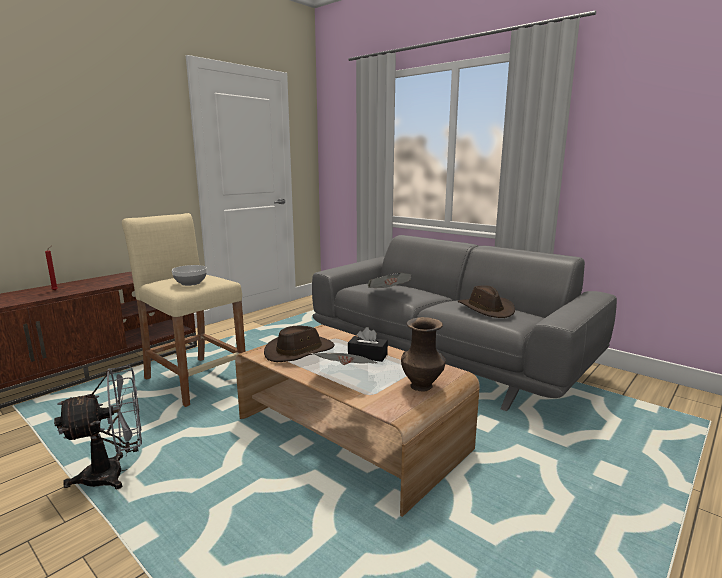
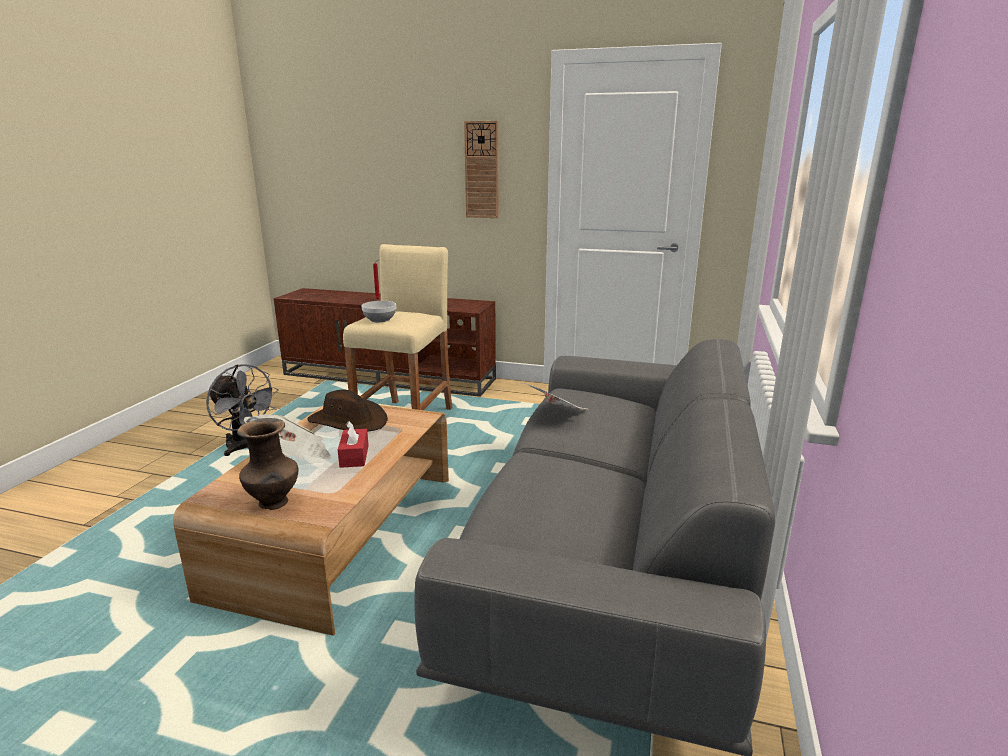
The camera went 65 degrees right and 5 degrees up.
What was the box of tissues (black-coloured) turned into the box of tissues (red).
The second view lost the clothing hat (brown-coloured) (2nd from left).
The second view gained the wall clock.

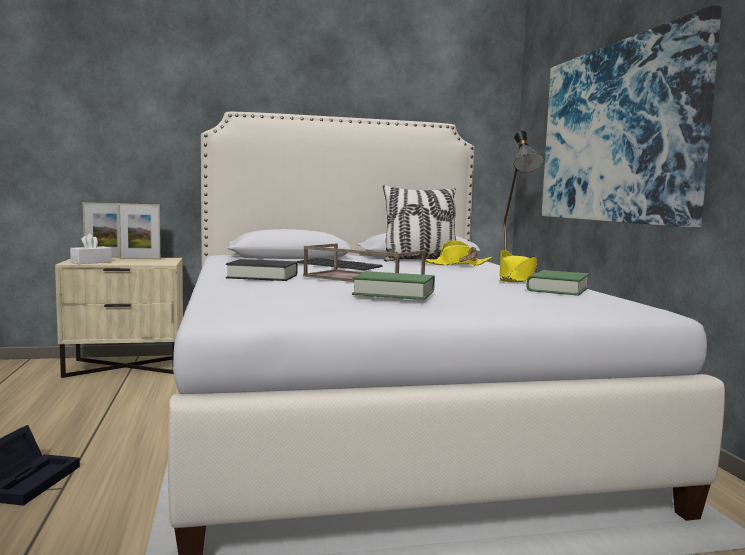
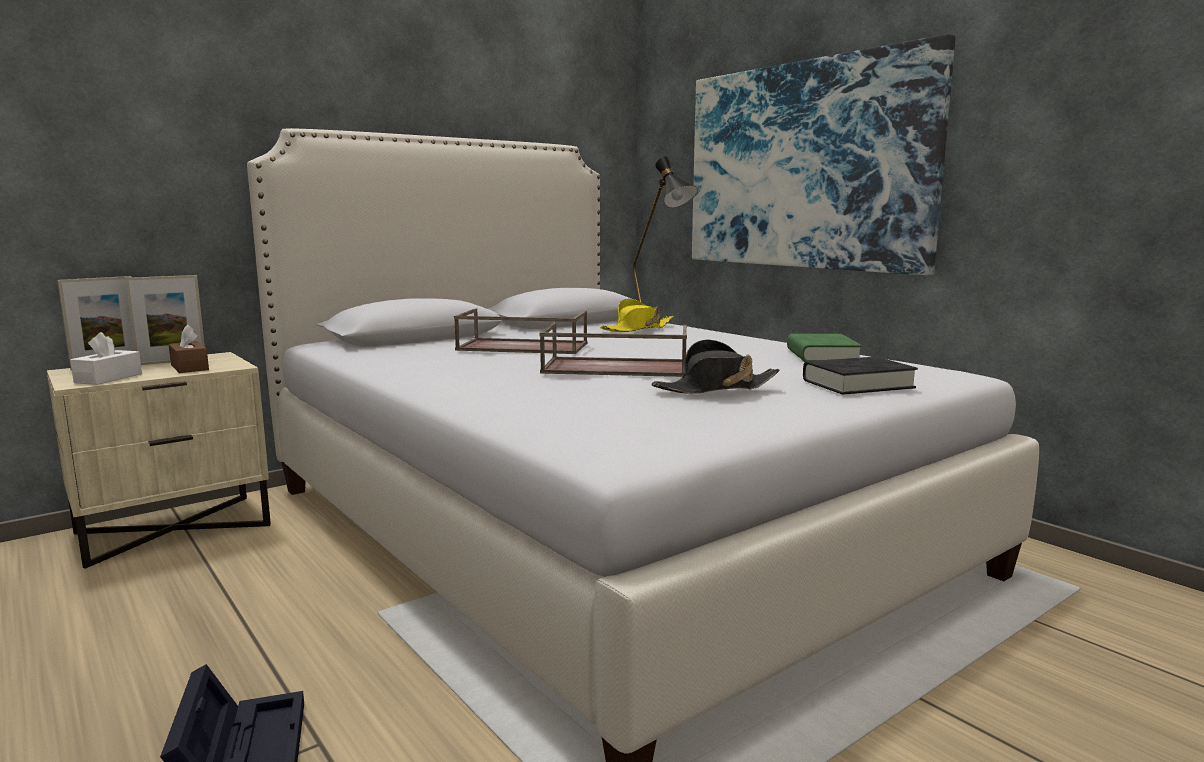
The camera went 25 degrees left and 5 degrees up.
The book (black-coloured) ended up elsewhere.
Where the computer keyboard stood, the carrying tray (brown-coloured) (1st from left) came to stand.
Where the book (green-coloured) (1st from left) stood, the clothing hat (black-coloured) came to stand.
The second view lost the pillow.
The second view lost the clothing hat (yellow) (2nd from left).
The second view gained the box of tissues (brown-coloured).

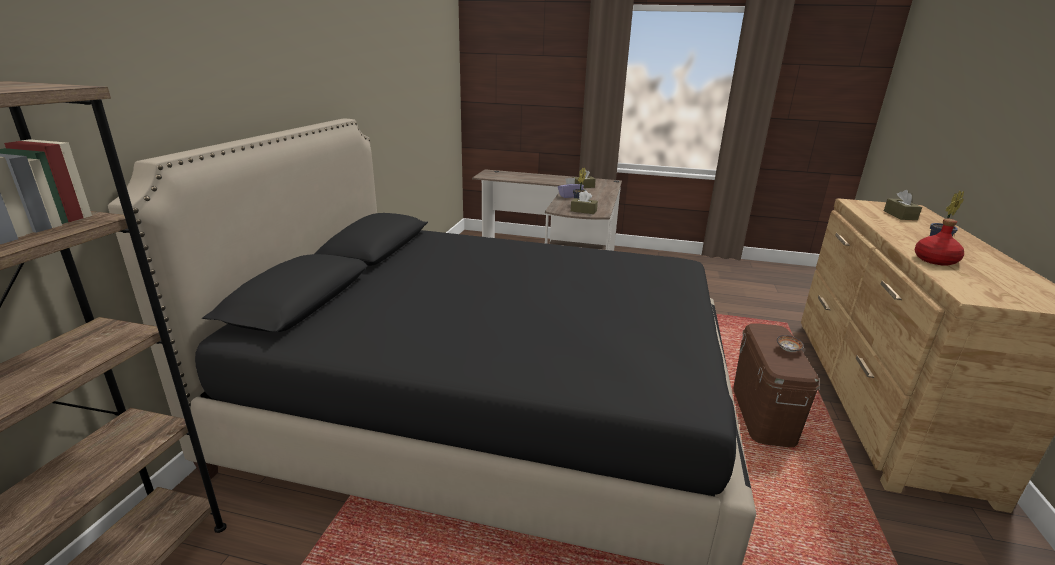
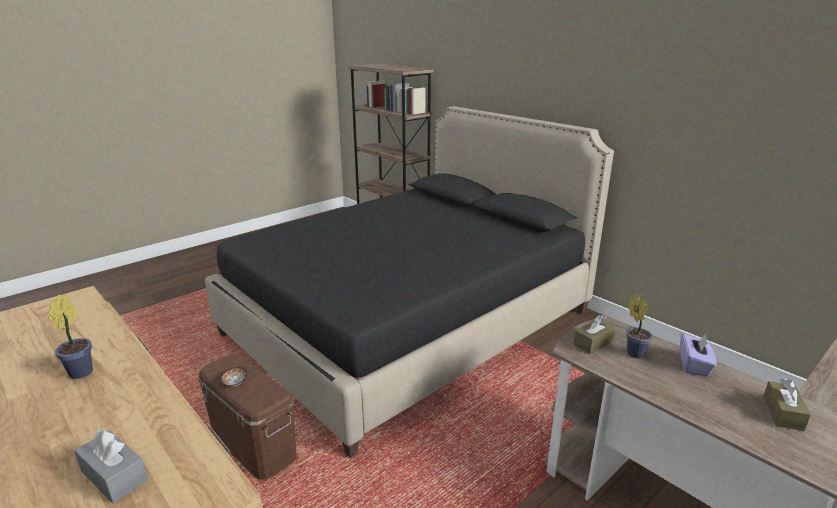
The camera went 125 degrees right and 0 degrees up.
What was the box of tissues (brown-coloured) (3rd from left) turned into the box of tissues (gray).
The second view lost the drink bottle (red).

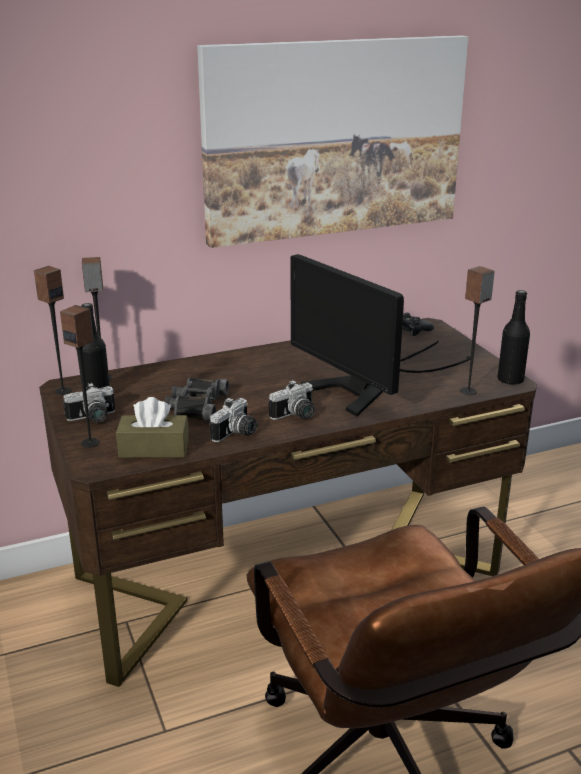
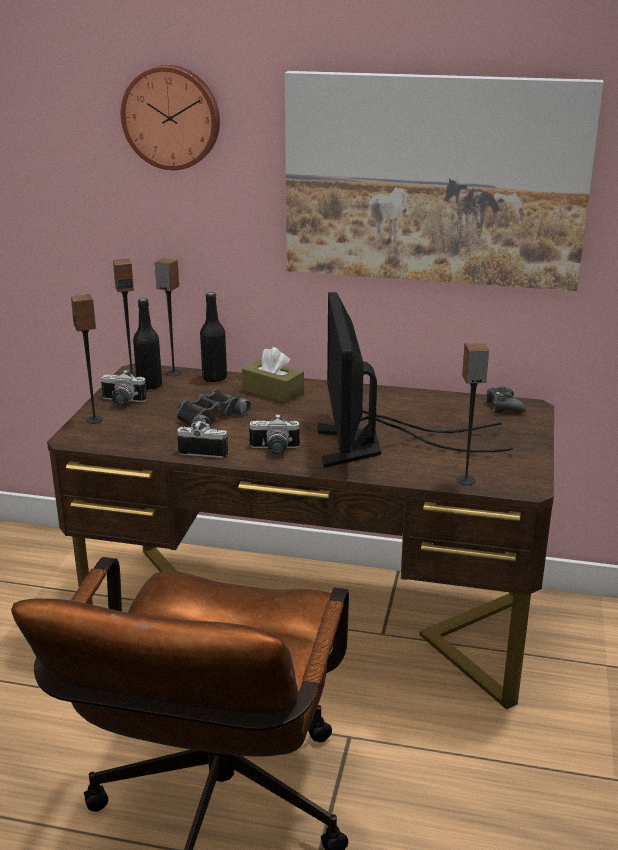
The camera went 35 degrees right and 0 degrees up.
The box of tissues (brown-coloured) ended up elsewhere.
The photo camera (2nd from left) ended up facing another way, 150 degrees counterclockwise from before.
The drink bottle (black-coloured) (2nd from left) ended up elsewhere.
The second view gained the wall clock.

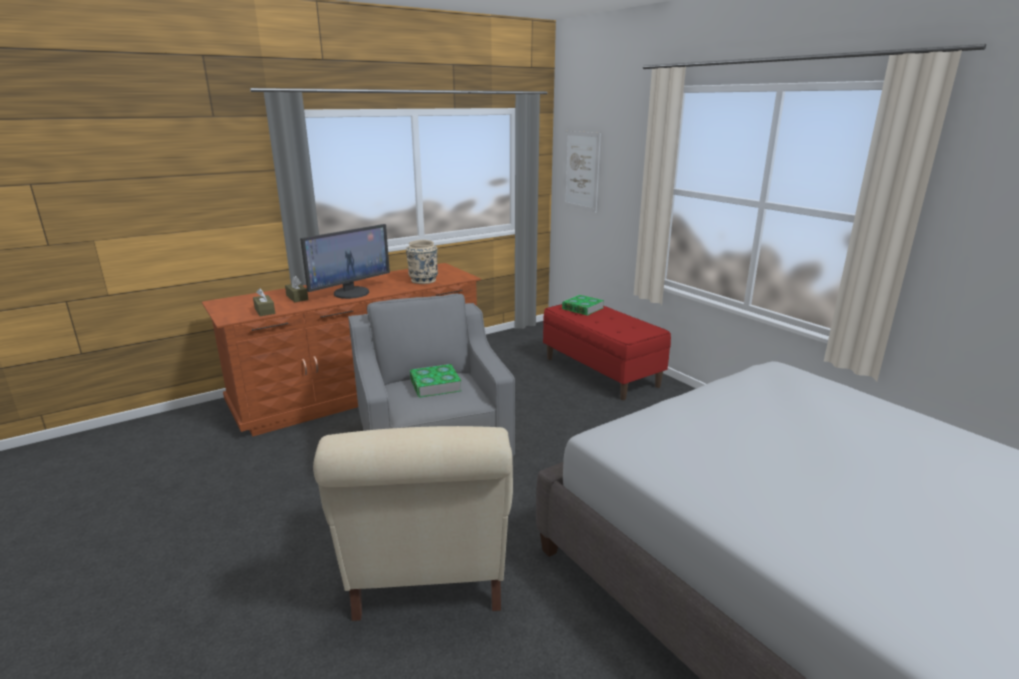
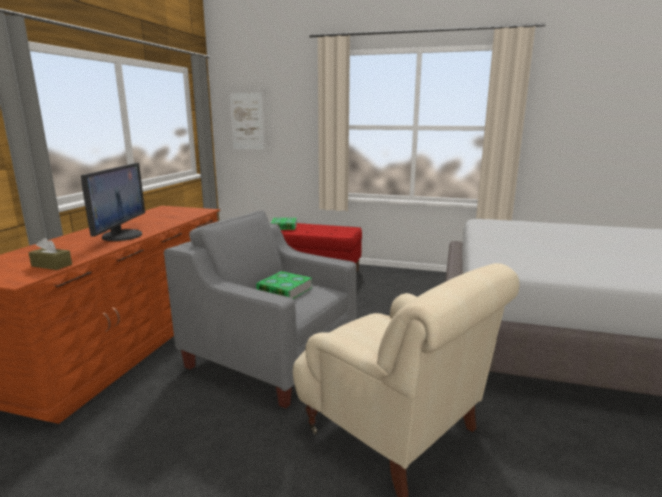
The camera went 40 degrees left and 5 degrees down.
The second view lost the box of tissues (brown-coloured) (2nd from left).
The second view lost the vase (beige-coloured).

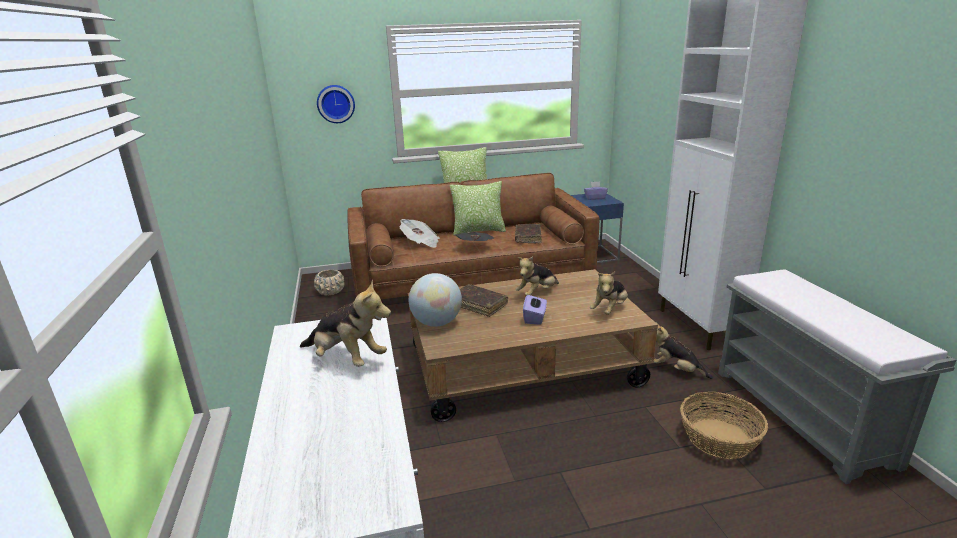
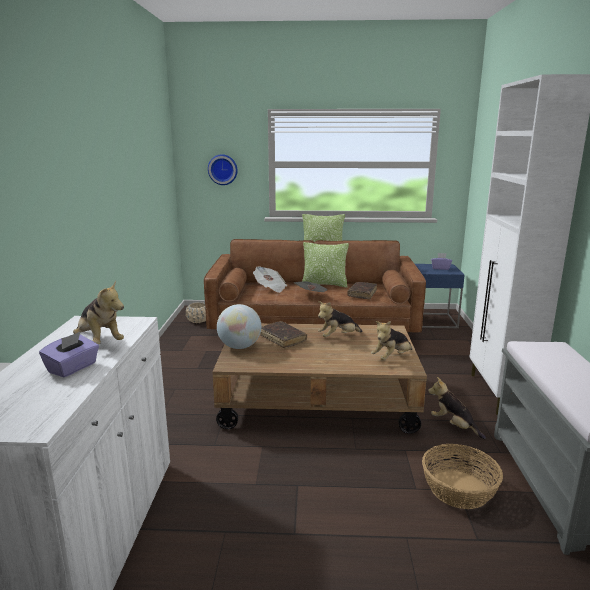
The camera went 15 degrees right and 5 degrees down.
The box of tissues (purple) (1st from left) ended up elsewhere.

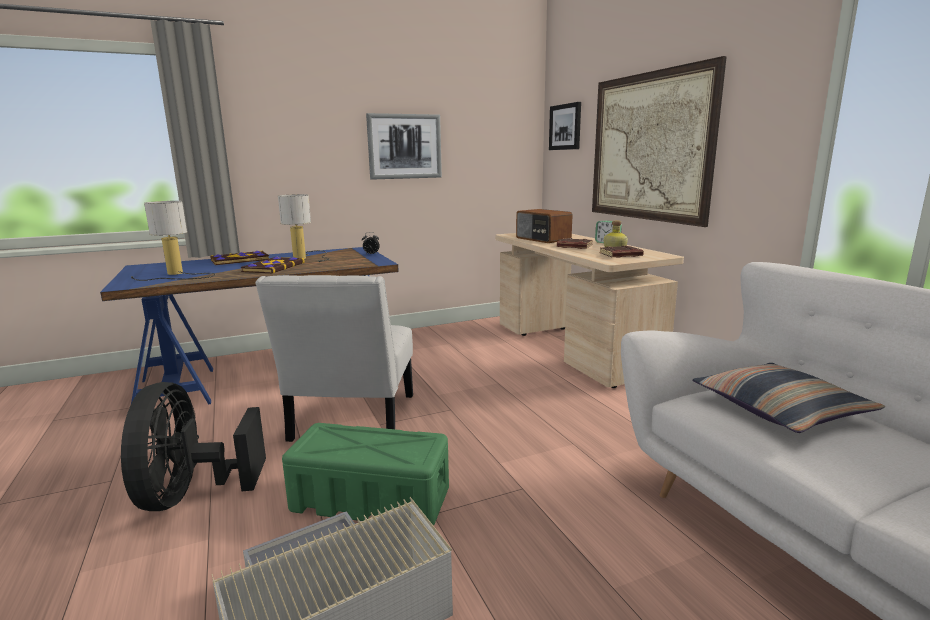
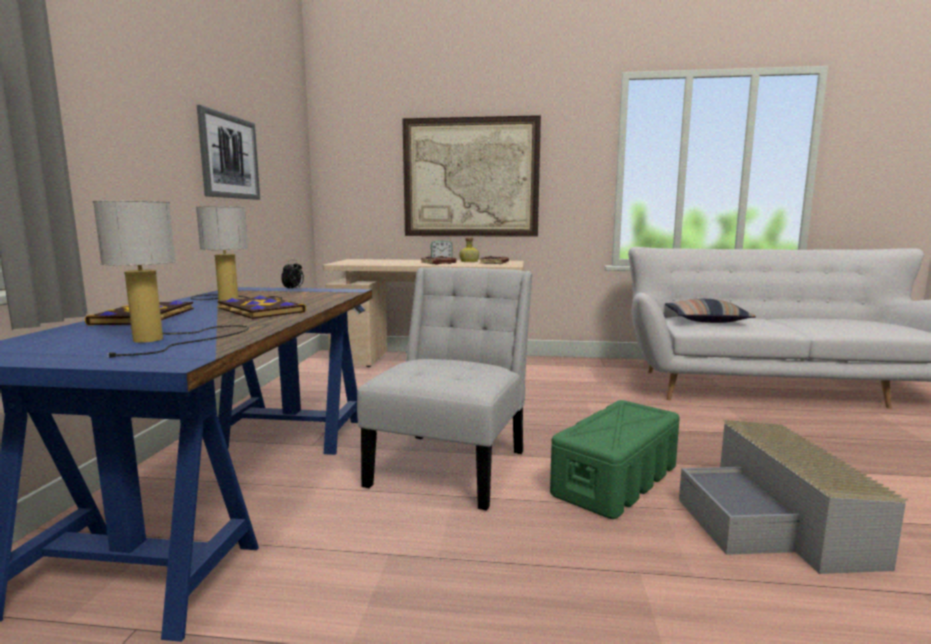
The camera went 60 degrees left and 5 degrees down.
The second view lost the electric fan (black-coloured).
The chair (white-coloured) ended up facing another way, 105 degrees counterclockwise from before.
The second view lost the radio receiver.
The second view lost the picture (2nd from left).

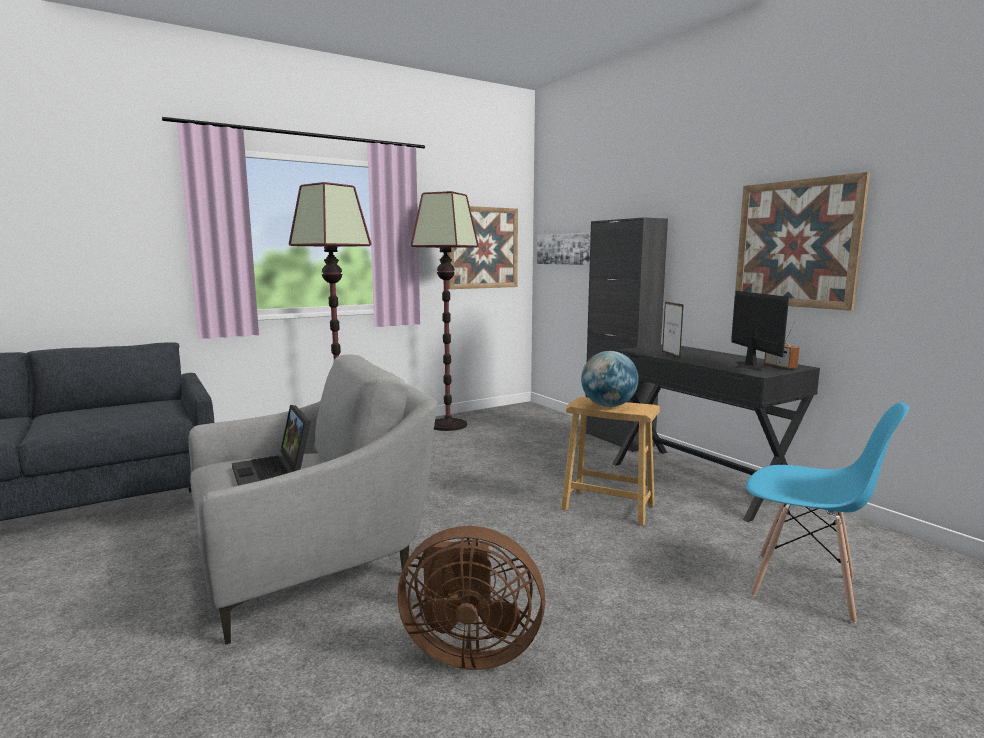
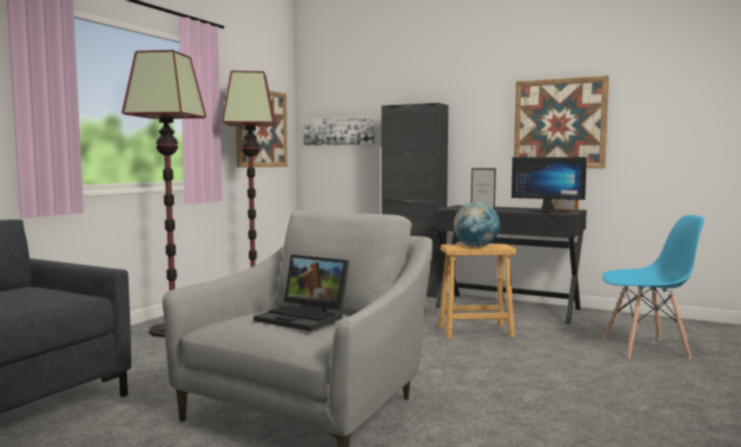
The camera went 30 degrees left and 5 degrees down.
The second view lost the electric fan (brown-coloured).
The monitor ended up facing another way, 150 degrees clockwise from before.

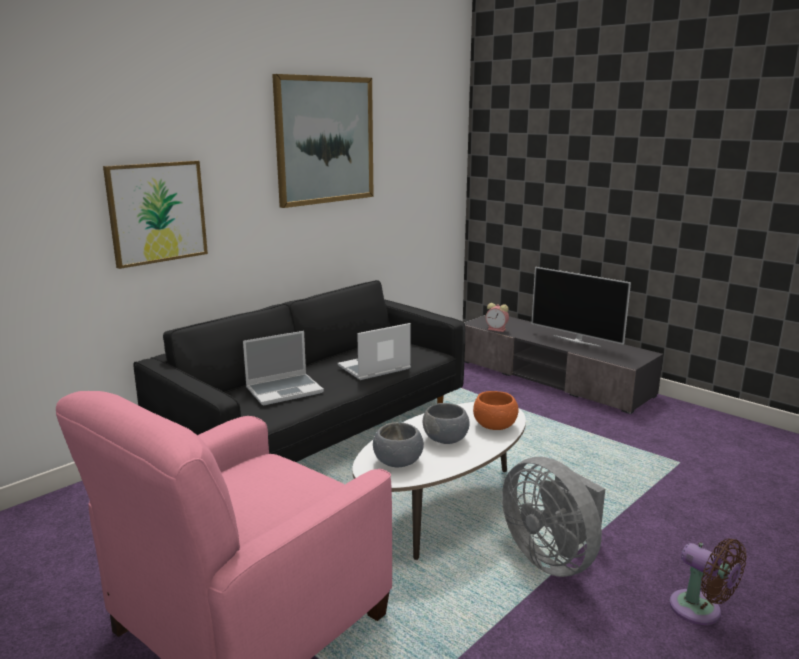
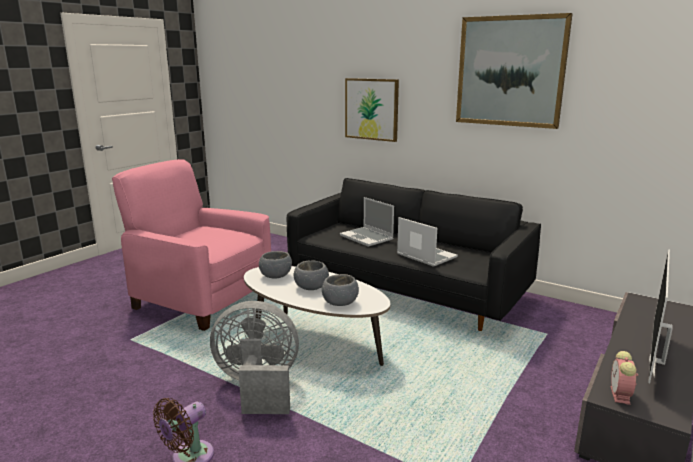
The camera went 80 degrees right and 0 degrees up.
What was the bowl (orange) turned into the bowl (gray) (3rd from left).
The table clock ended up elsewhere.
The electric fan (gray) ended up facing another way, 45 degrees clockwise from before.

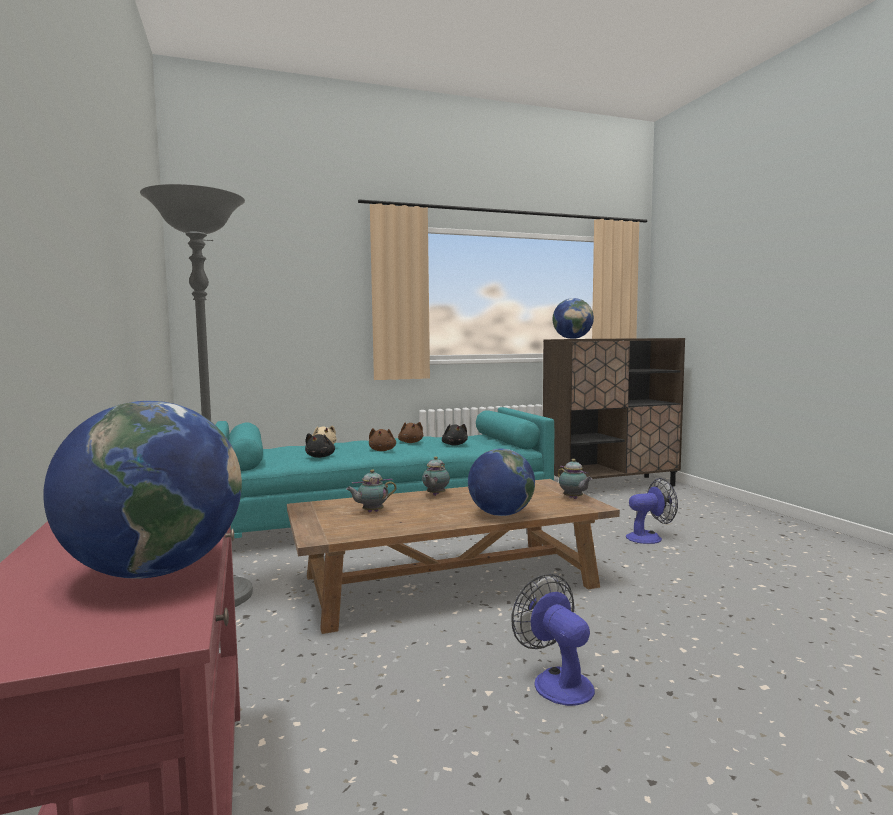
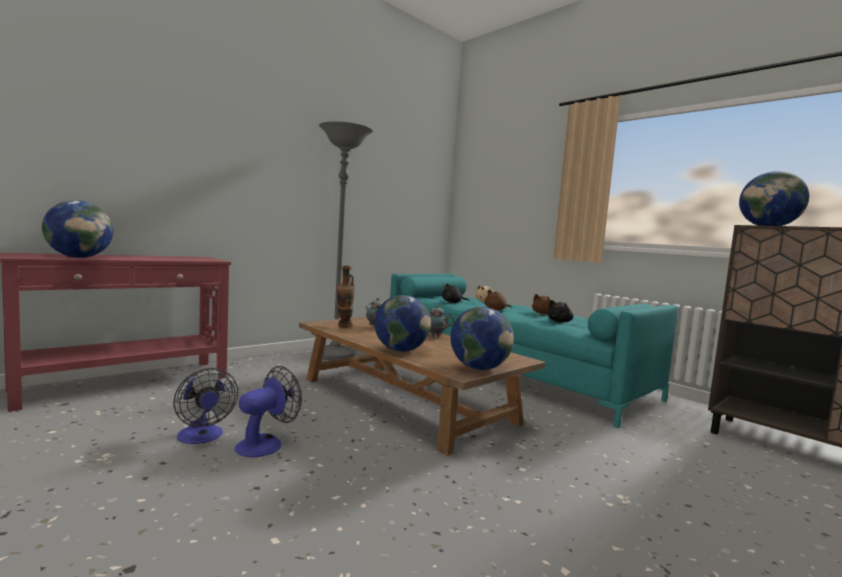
The camera went 65 degrees right and 0 degrees up.
Where the pot for tea (3rd from left) stood, the globe (3rd from left) came to stand.
The electric fan (2nd from left in the first image) ended up elsewhere.
The second view gained the vase.

